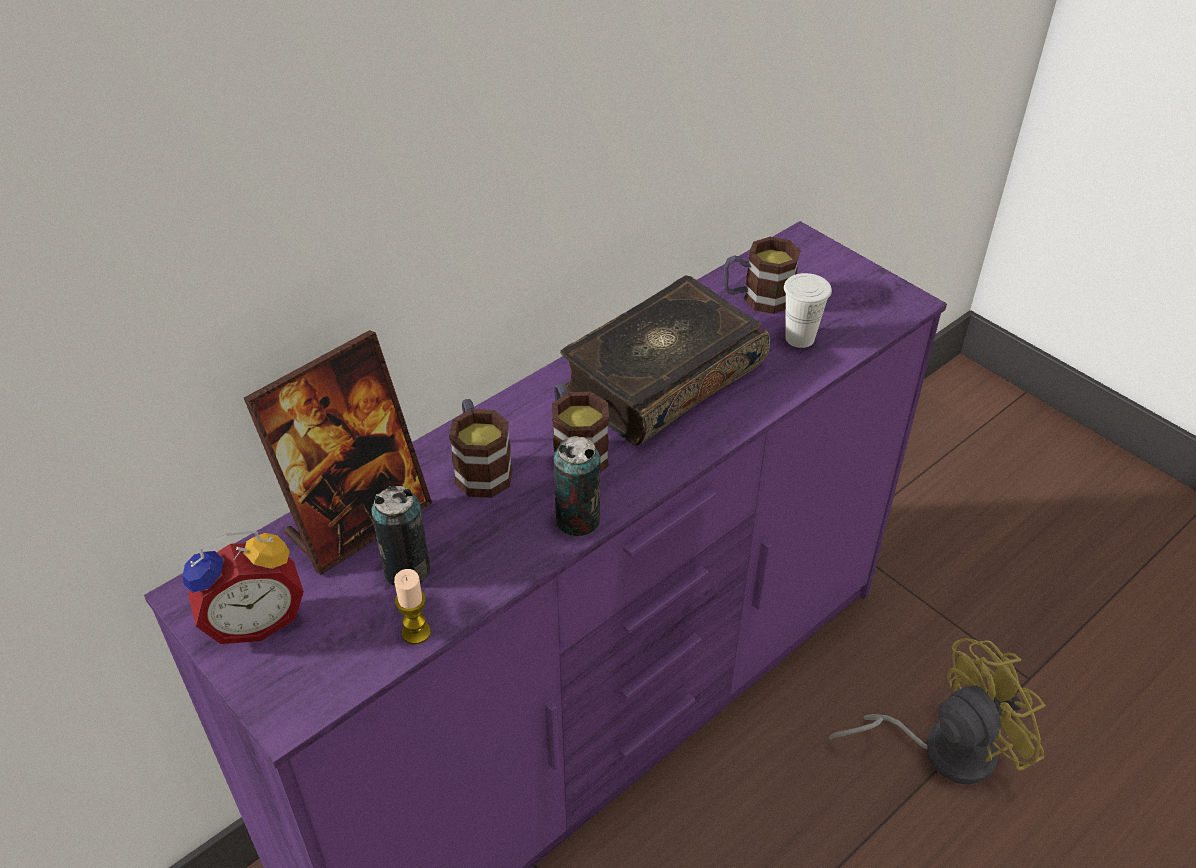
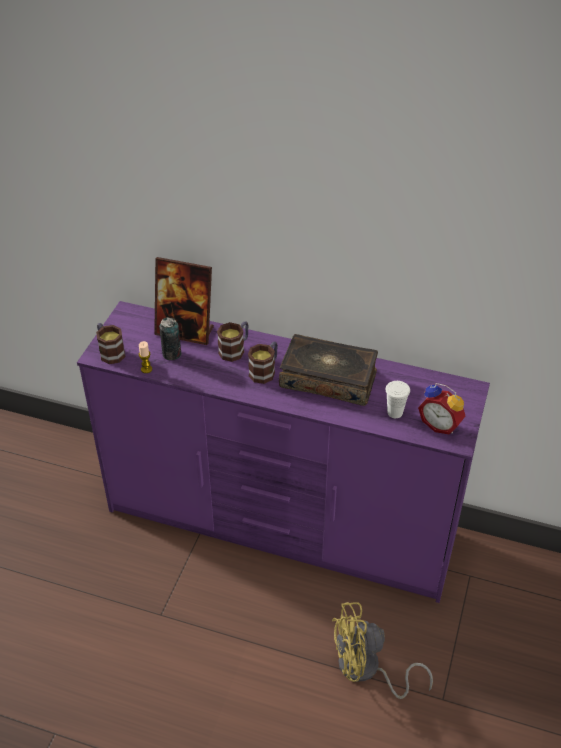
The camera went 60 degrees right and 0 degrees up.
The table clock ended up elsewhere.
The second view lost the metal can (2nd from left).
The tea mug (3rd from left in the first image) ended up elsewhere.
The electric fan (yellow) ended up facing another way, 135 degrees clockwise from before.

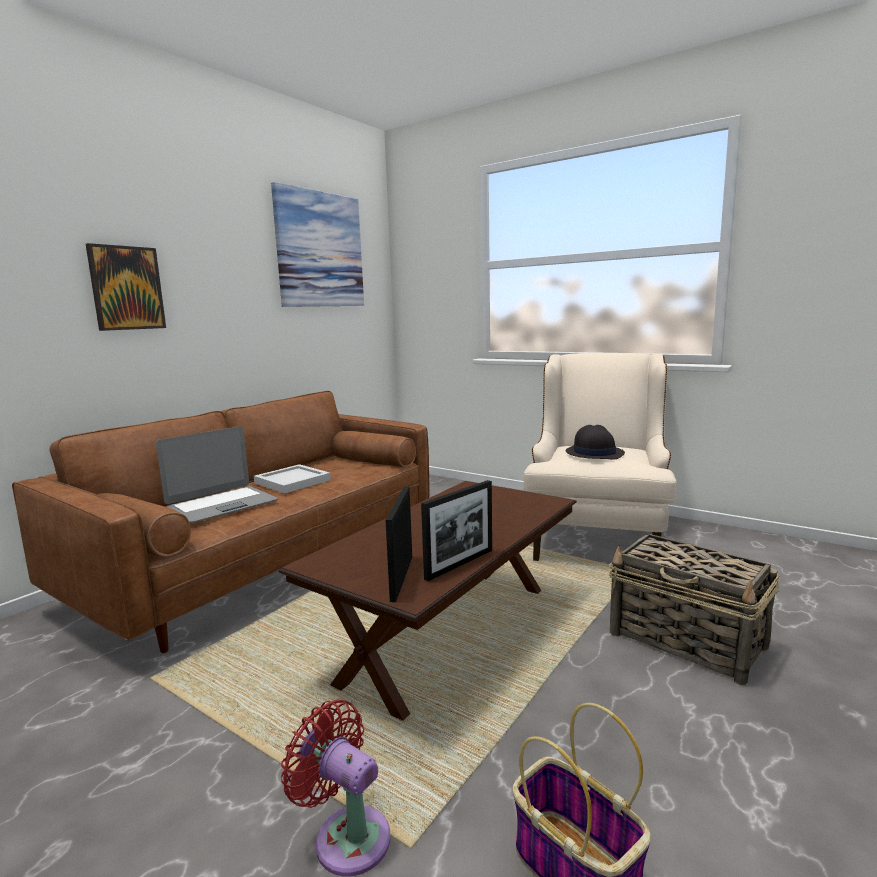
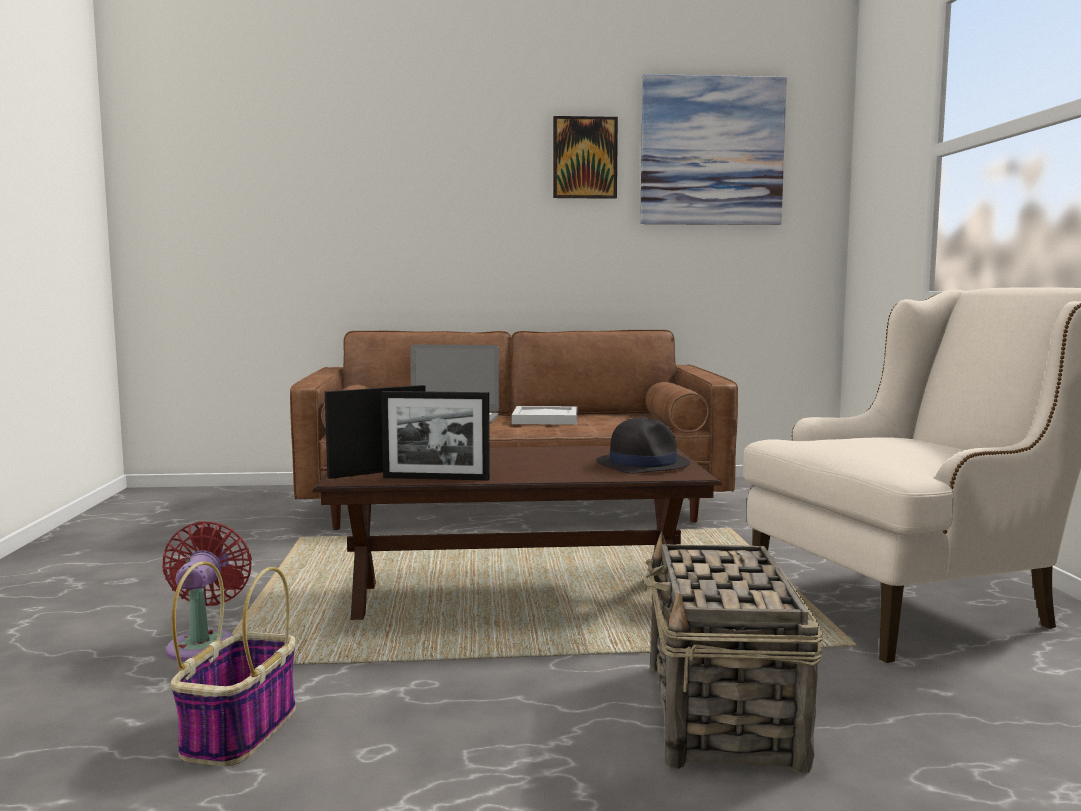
The camera went 50 degrees right and 5 degrees down.
The picture (1st from left) ended up elsewhere.
The clothing hat (black-coloured) ended up elsewhere.

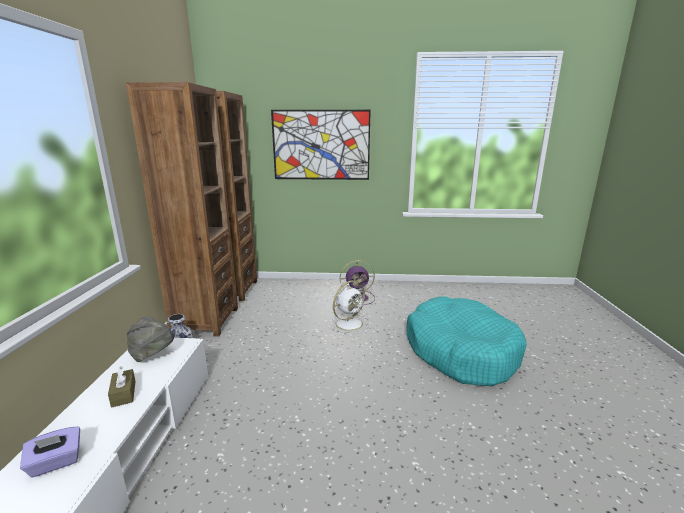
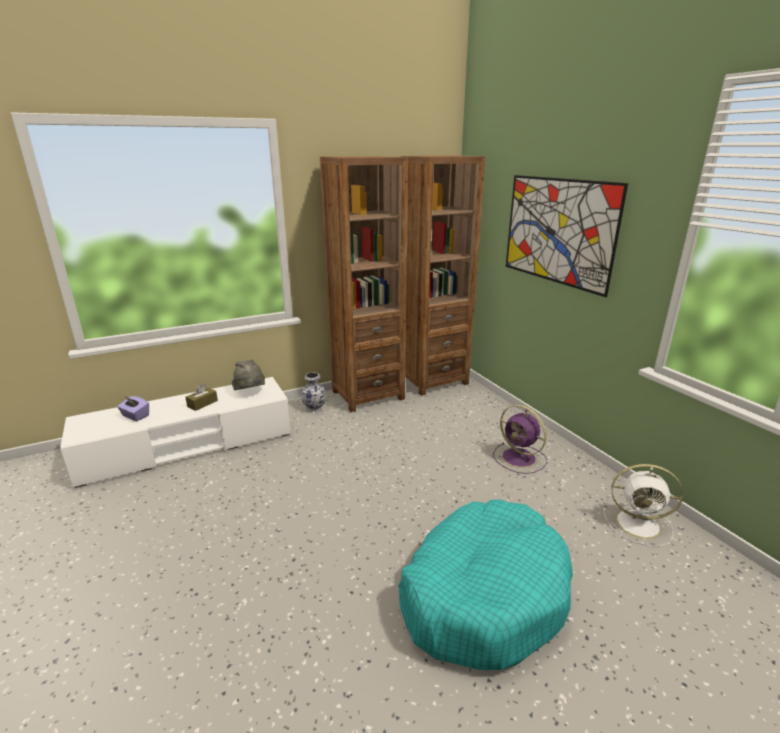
The camera went 60 degrees right and 5 degrees up.
The electric fan (white-coloured) ended up elsewhere.

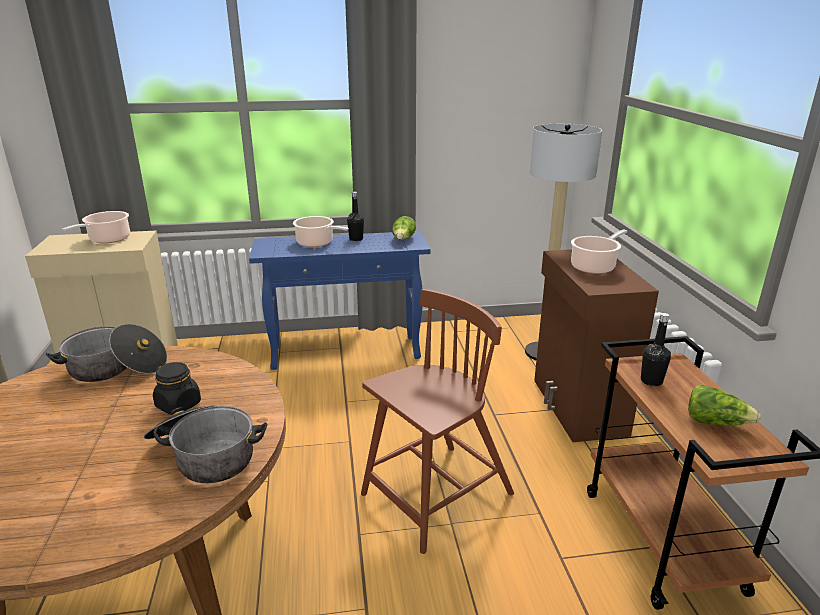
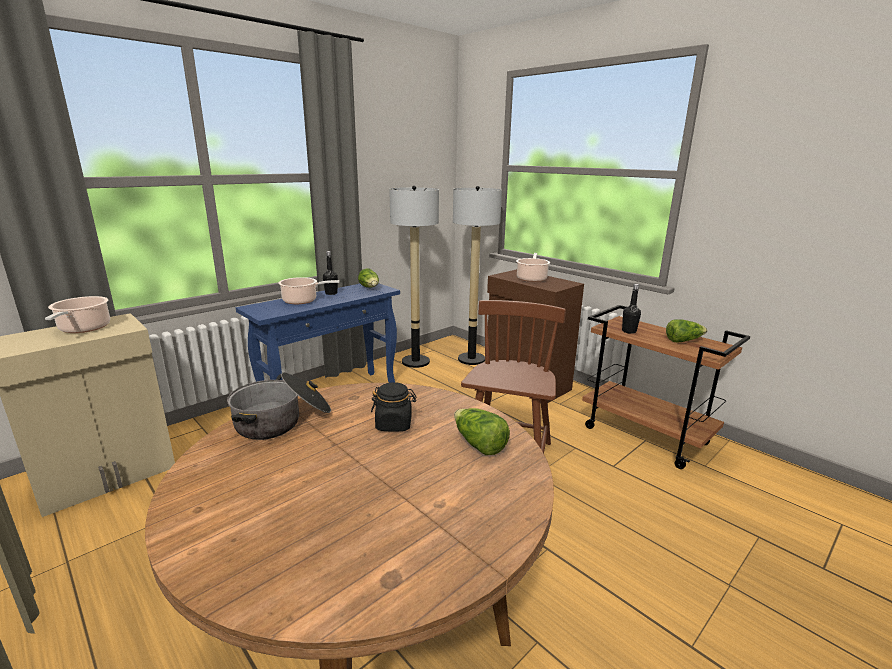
The camera went 35 degrees left and 5 degrees down.
Where the stockpot (3rd from left) stood, the head of lettuce (2nd from left) came to stand.
The second view gained the standard lamp (1st from left).

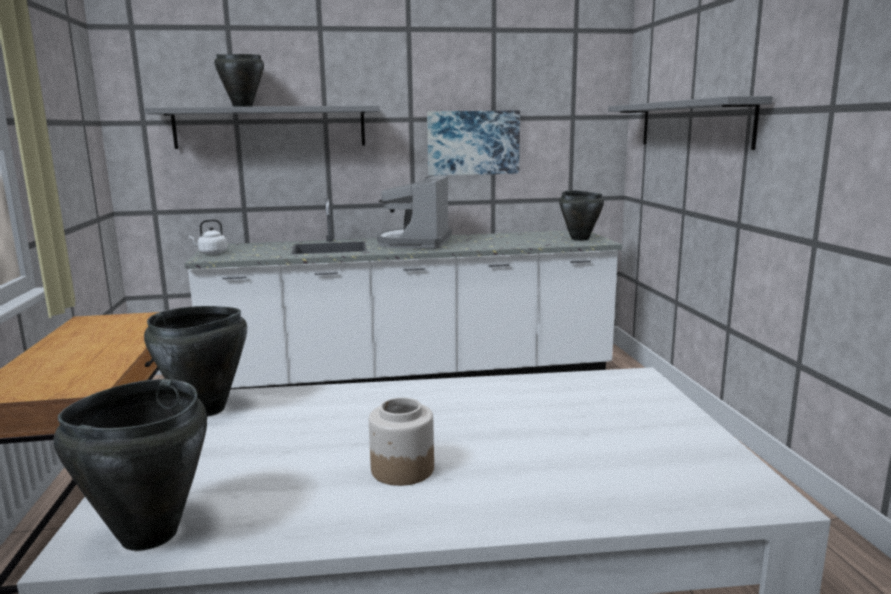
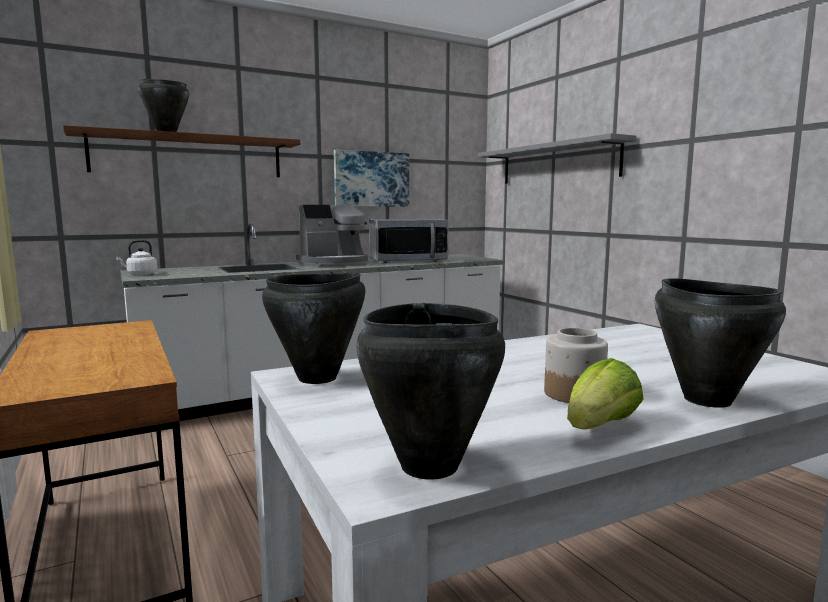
The camera went 20 degrees left and 5 degrees down.
What was the wall shelf (gray) (1st from left) turned into the wall shelf (brown-coloured).
The coffee brewer ended up facing another way, 105 degrees counterclockwise from before.
The stockpot (black-coloured) (4th from left) ended up elsewhere.
The second view gained the kitchen microwave.
The second view gained the head of lettuce.

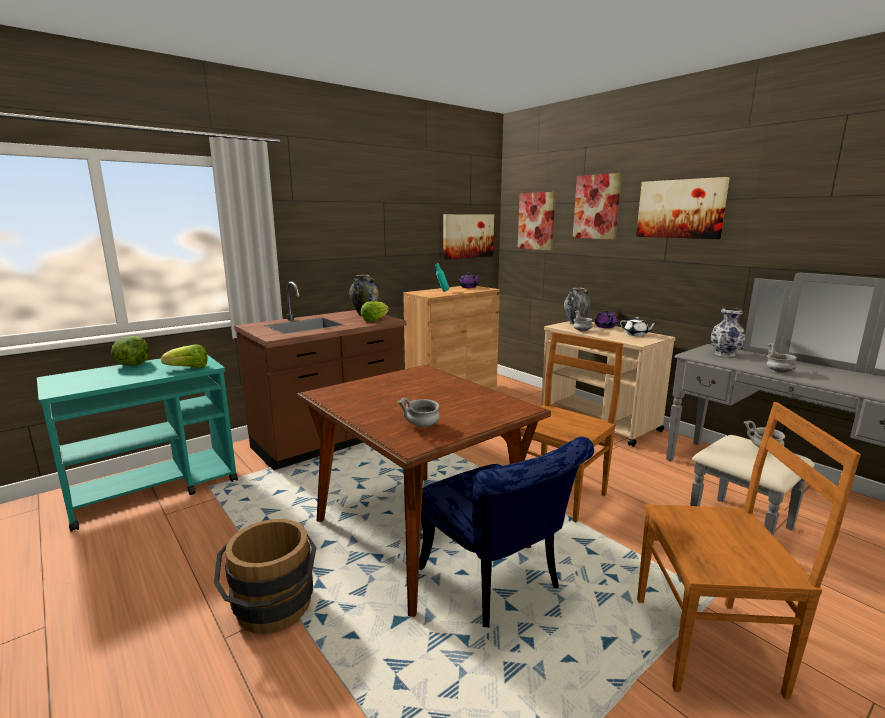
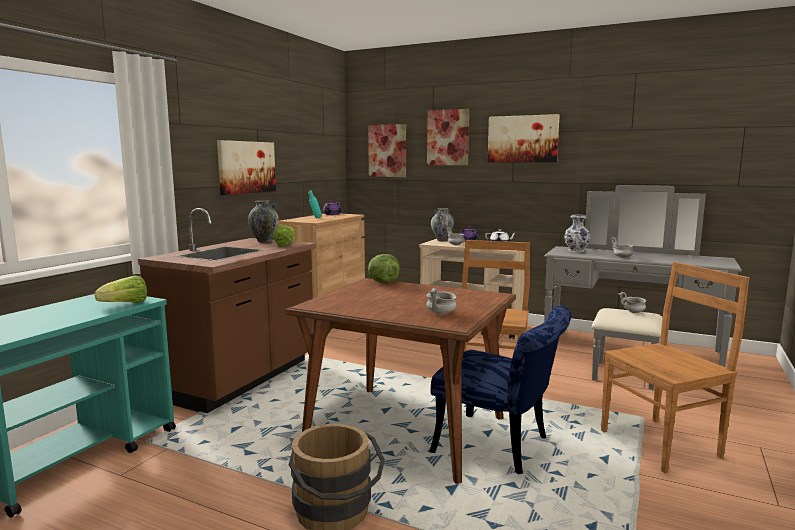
The camera went 25 degrees left and 5 degrees down.
The head of lettuce (1st from left in the first image) ended up elsewhere.
The picture (1st from left) ended up elsewhere.

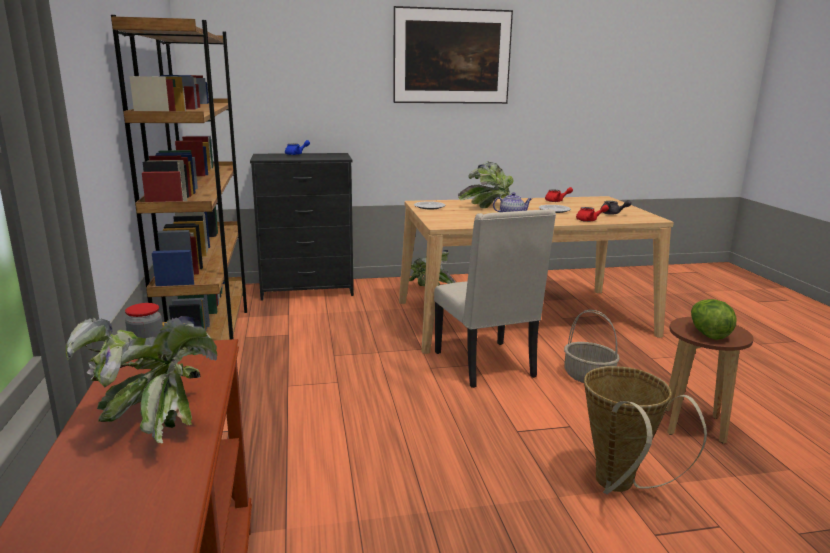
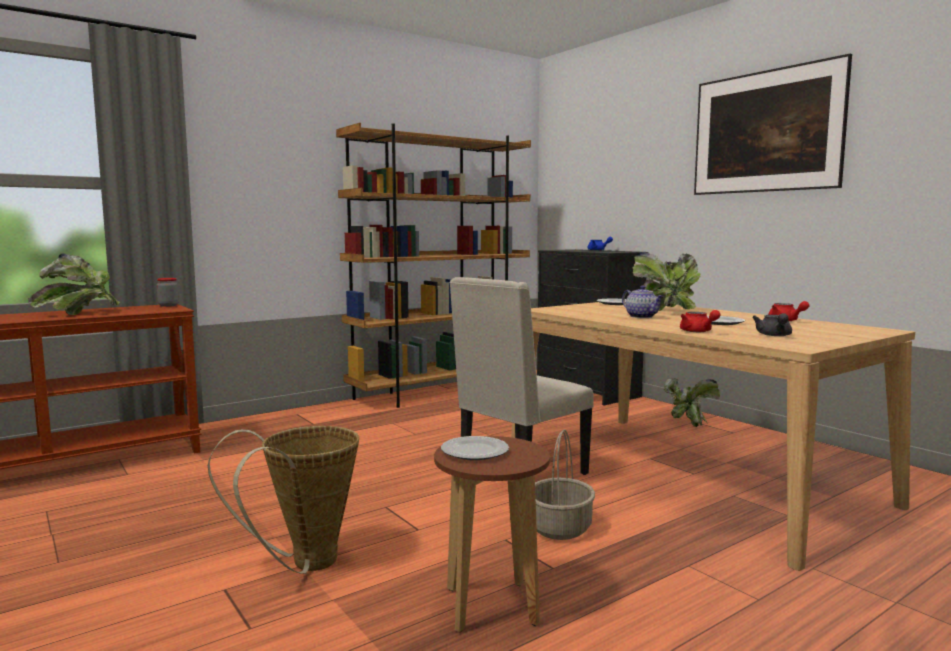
The camera went 65 degrees right and 10 degrees down.
Where the head of lettuce stood, the plate (1st from left) came to stand.

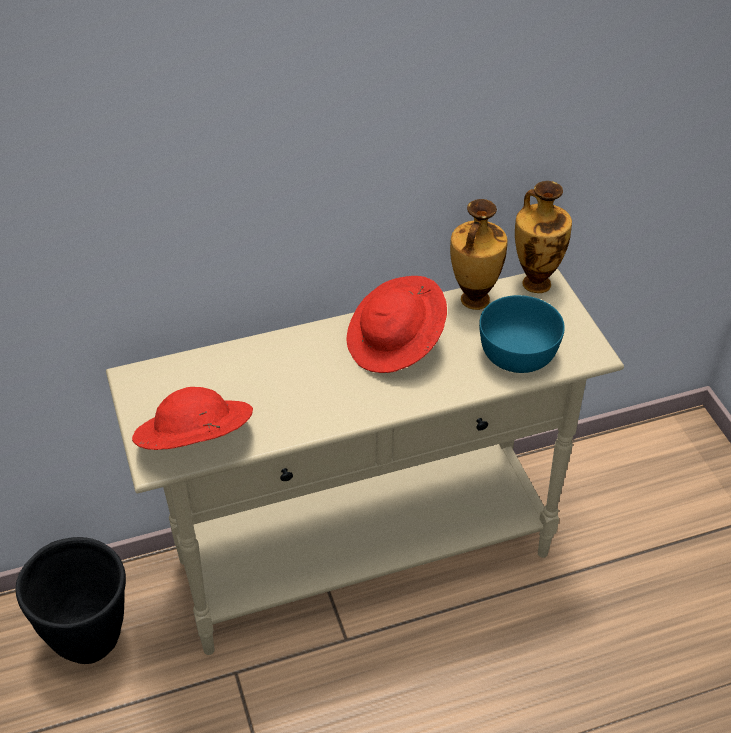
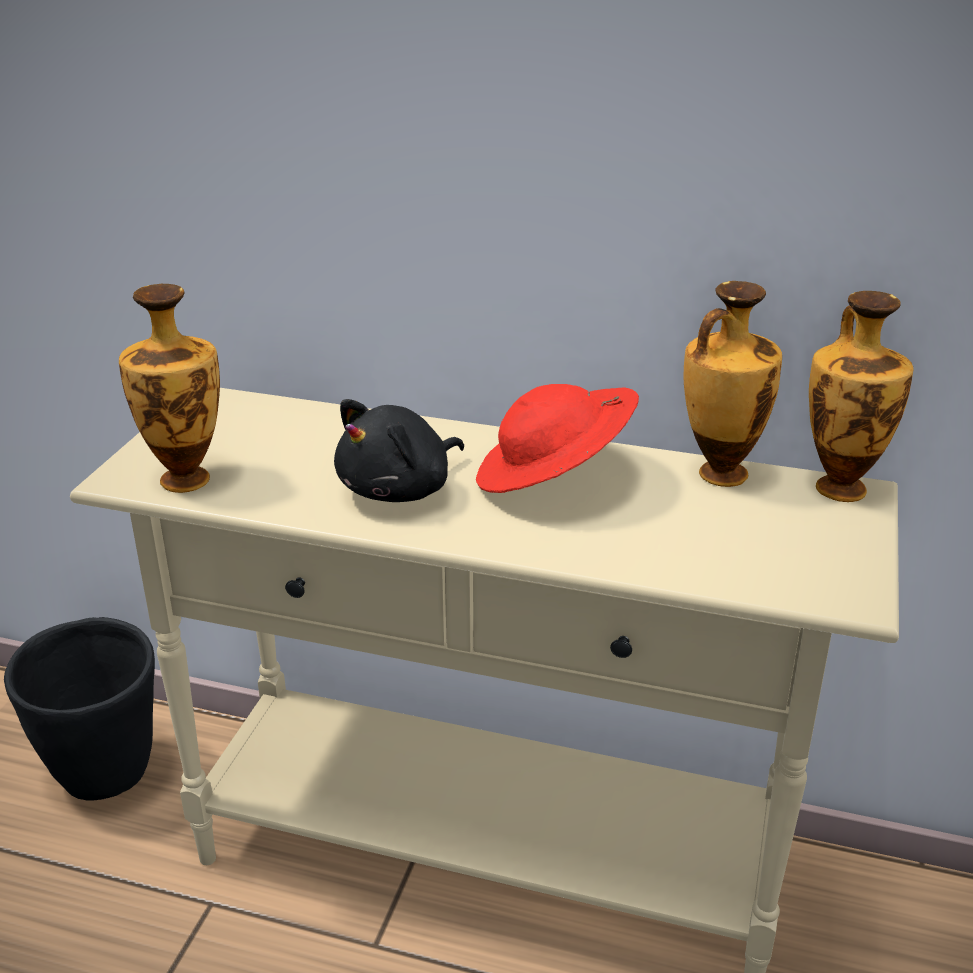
The camera went 35 degrees right and 15 degrees down.
Where the clothing hat (red) (1st from left) stood, the vase (1st from left) came to stand.
The second view lost the bowl (turquoise).
The second view gained the soft toy (black-coloured).

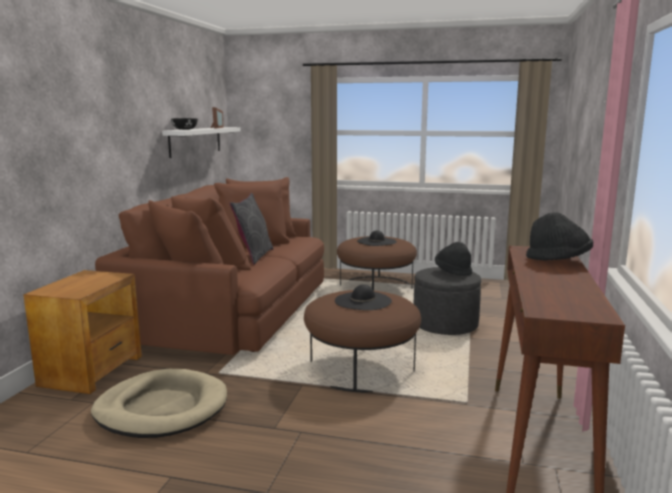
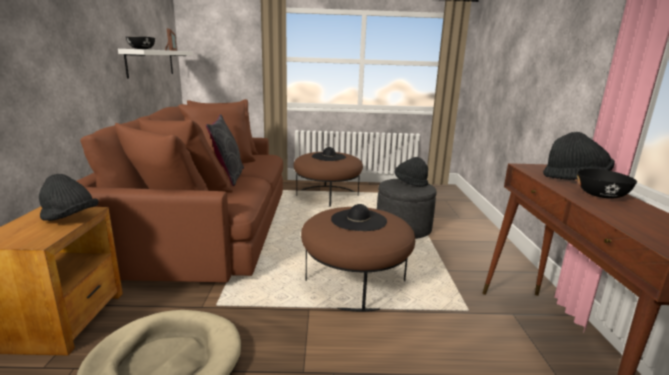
The camera went 15 degrees left and 5 degrees up.
The second view gained the clothing hat (black-coloured) (1st from left).
The second view gained the bowl (black-coloured) (2nd from left).

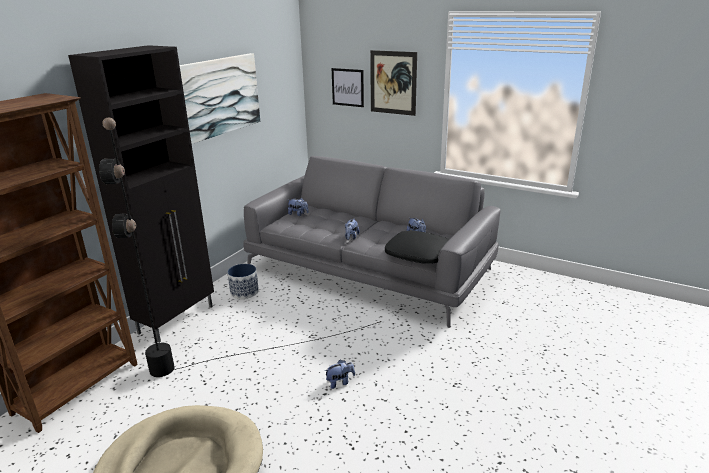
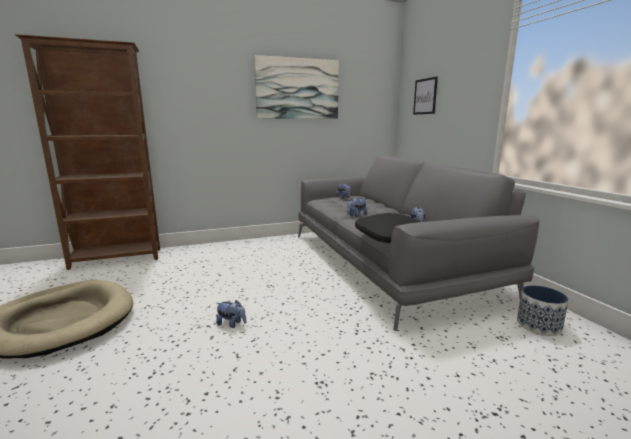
The camera went 40 degrees right and 10 degrees down.
The second view lost the cabinet (black-coloured).
The second view lost the standard lamp (black-coloured).
The plant pot ended up elsewhere.
The second view lost the picture (3rd from left).

